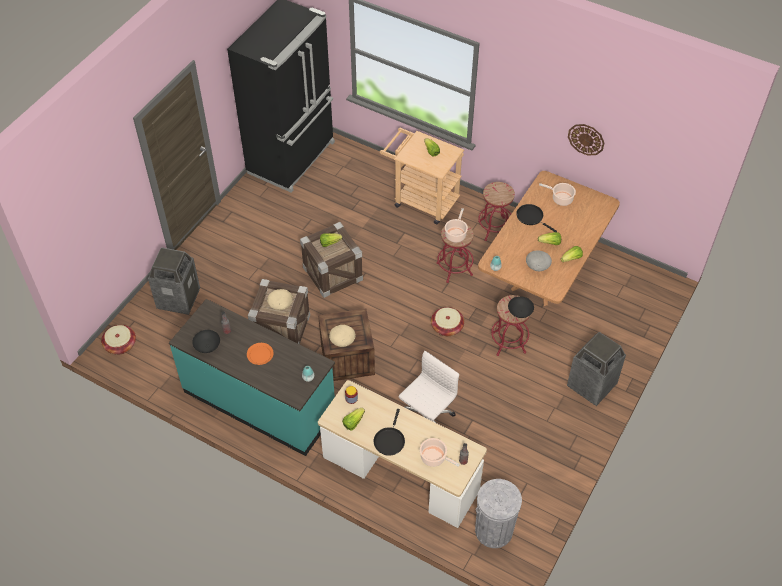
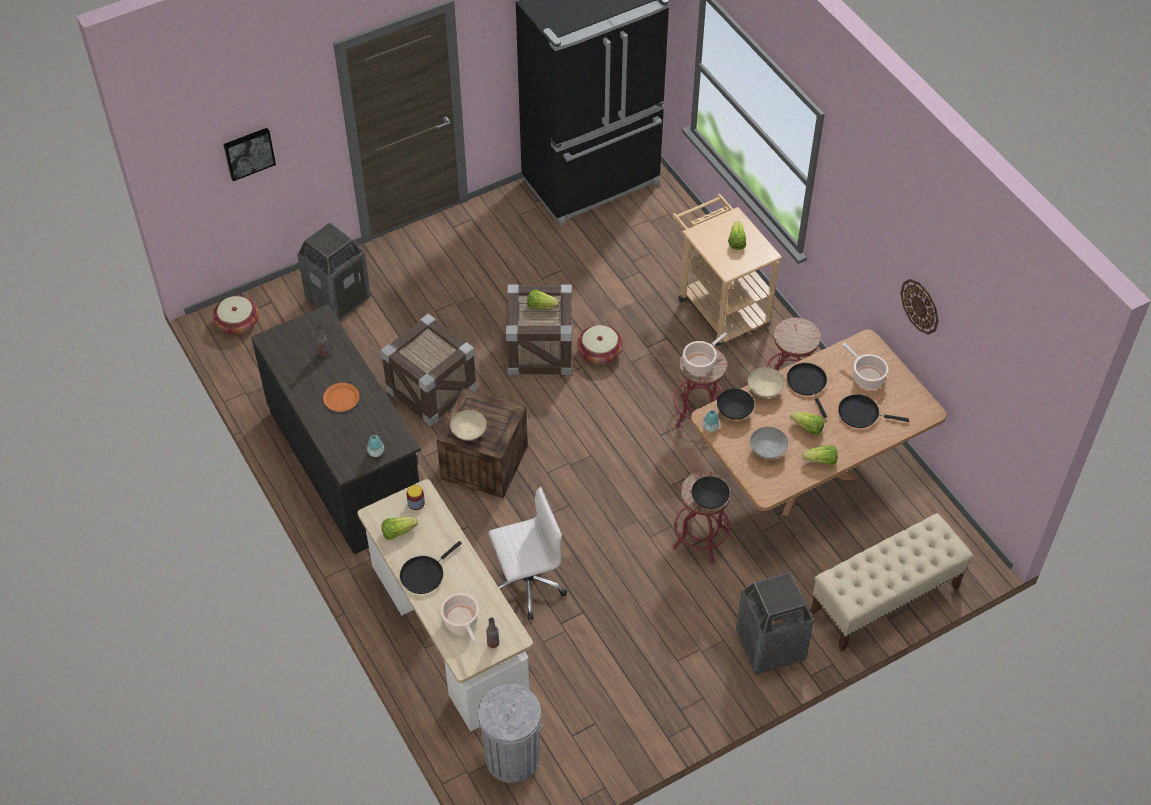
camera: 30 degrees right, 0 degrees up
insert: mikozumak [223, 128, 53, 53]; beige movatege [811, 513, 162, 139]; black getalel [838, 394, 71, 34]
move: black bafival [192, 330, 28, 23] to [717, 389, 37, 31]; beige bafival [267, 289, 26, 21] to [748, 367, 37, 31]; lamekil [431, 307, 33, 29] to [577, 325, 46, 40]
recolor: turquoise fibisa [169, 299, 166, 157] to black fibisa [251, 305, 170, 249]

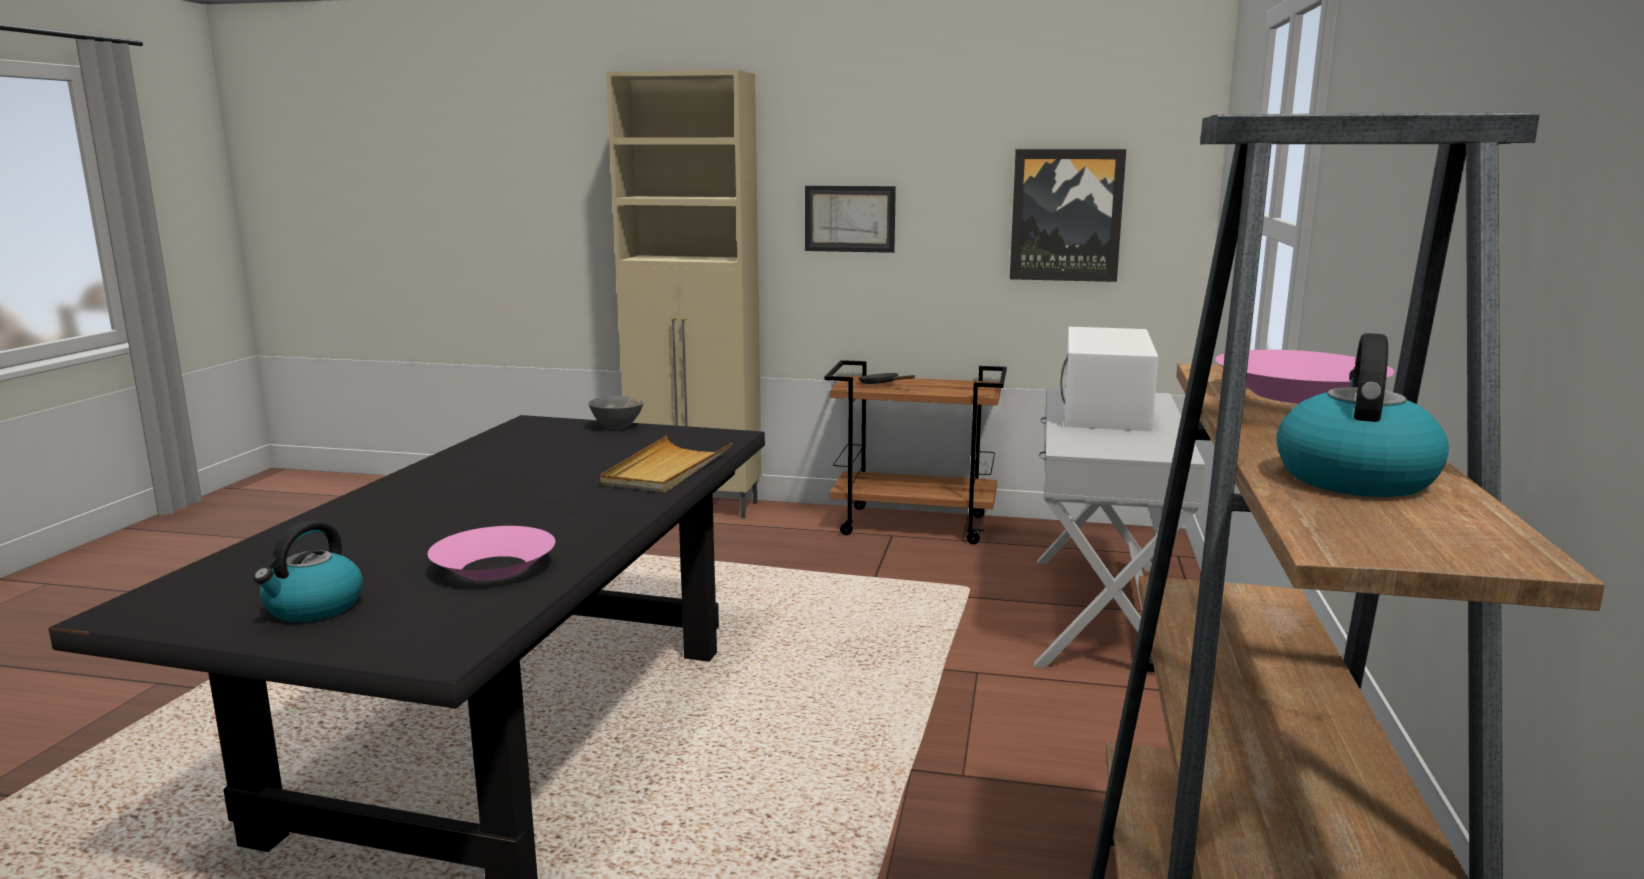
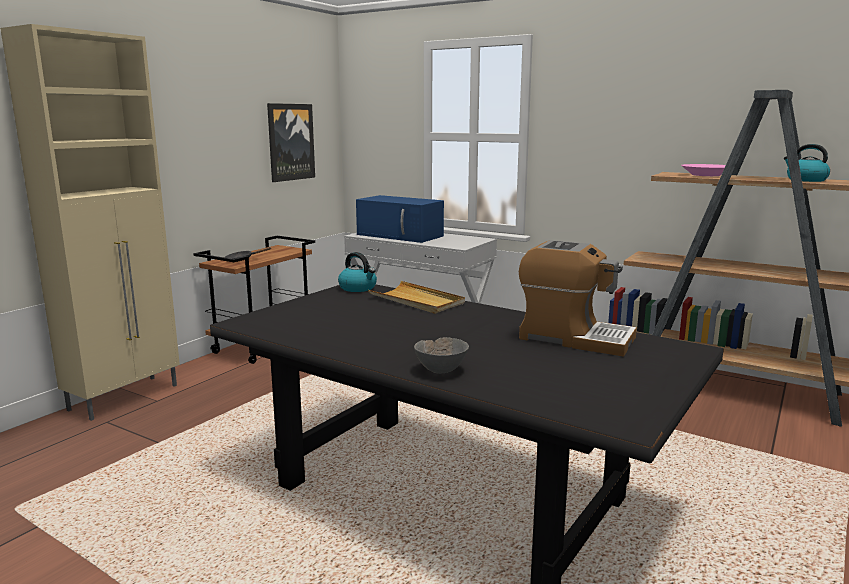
camera: 70 degrees left, 0 degrees up
delete: mikozumak [805, 186, 91, 67]
move: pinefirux [253, 520, 110, 102] to [338, 252, 39, 40]; grey bafival [588, 396, 56, 33] to [414, 337, 55, 37]
replace: pink bafival [428, 526, 127, 54] to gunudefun [519, 240, 118, 117]
recolor: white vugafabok [1060, 327, 98, 105] to blue vugafabok [356, 195, 88, 48]

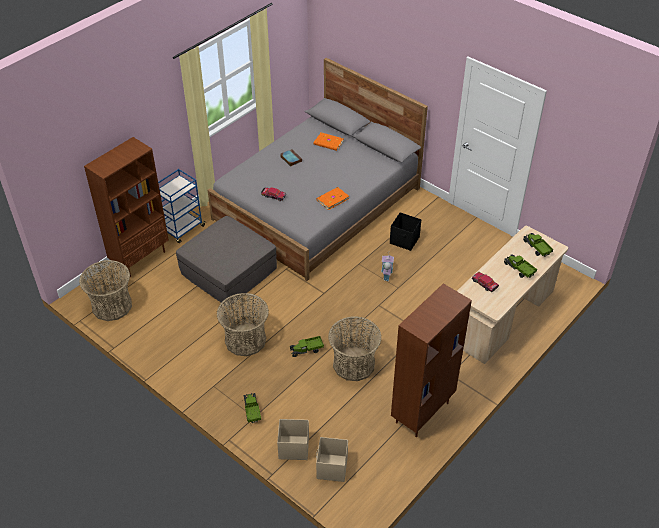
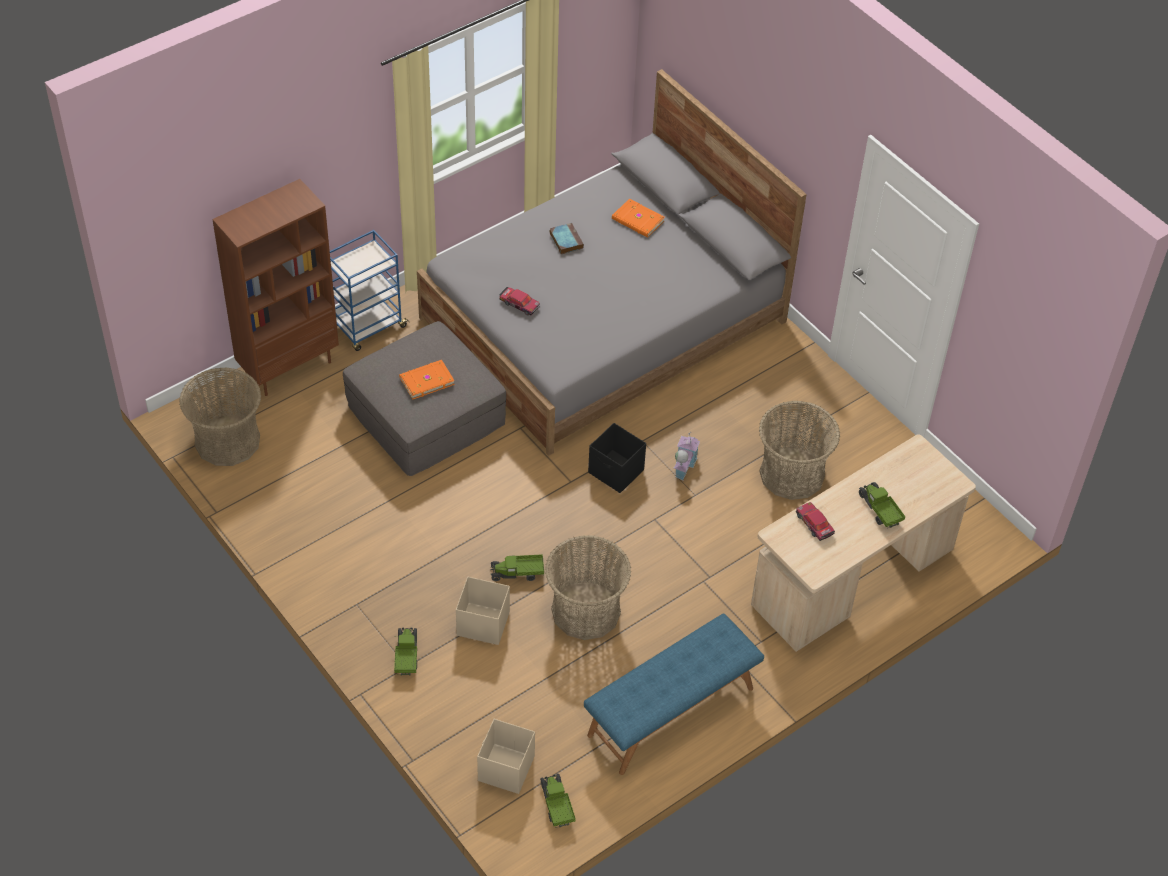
camera: 10 degrees right, 5 degrees up
move: lamekil [217, 293, 52, 63] to [759, 401, 81, 99]; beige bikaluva [277, 419, 32, 41] to [456, 577, 54, 68]; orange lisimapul [317, 187, 32, 23] to [399, 360, 56, 39]; black bikaluva [390, 212, 31, 39] to [588, 423, 58, 70]; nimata [523, 233, 30, 24] to [540, 774, 36, 54]
replace: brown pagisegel [391, 283, 81, 154] to blue movatege [584, 614, 180, 161]

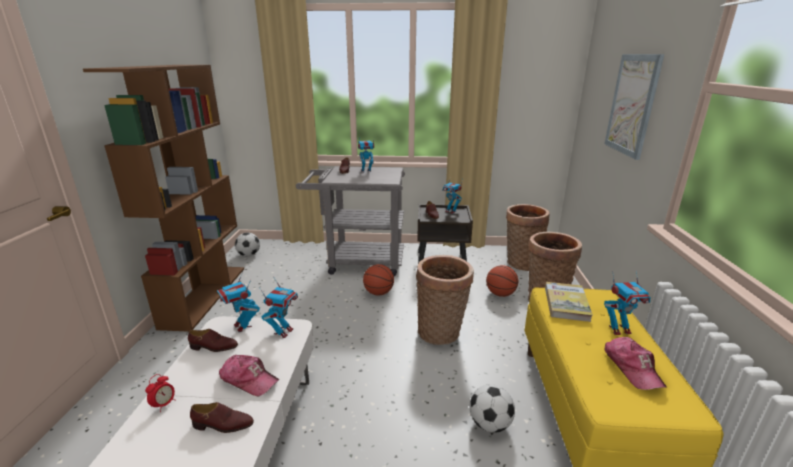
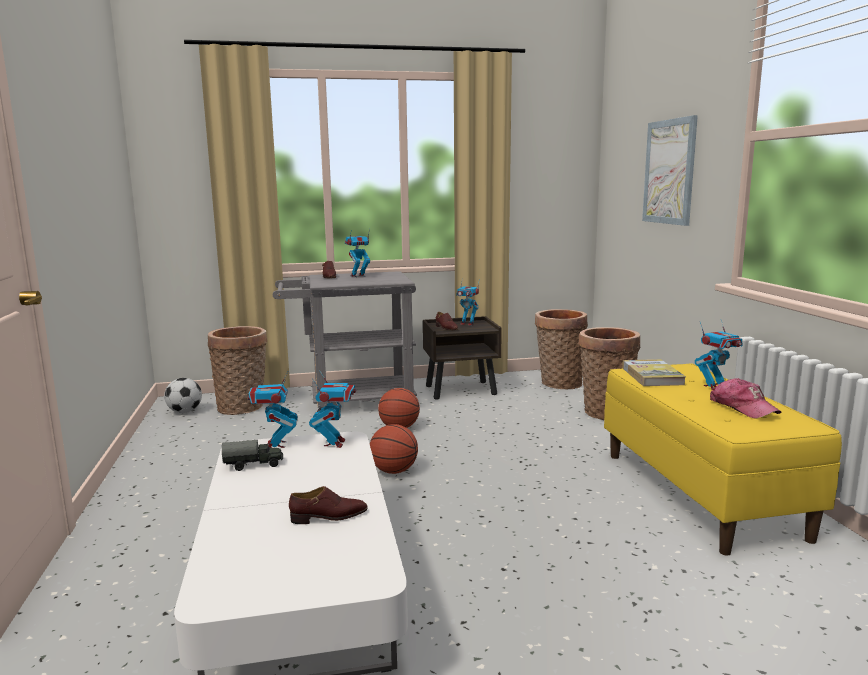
camera: 15 degrees left, 10 degrees down
delete: brown pagisegel [83, 65, 161, 267]; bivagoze [145, 374, 31, 38]; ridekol [219, 355, 60, 41]; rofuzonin [470, 384, 45, 49]
move: lamekil [416, 255, 58, 90] to [208, 326, 59, 89]; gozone [486, 265, 32, 32] to [370, 424, 48, 50]
replace: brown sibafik [188, 329, 50, 23] to nimata [222, 440, 61, 31]
rotate: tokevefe [217, 271, 43, 61] = [248, 372, 50, 76] 45 degrees clockwise

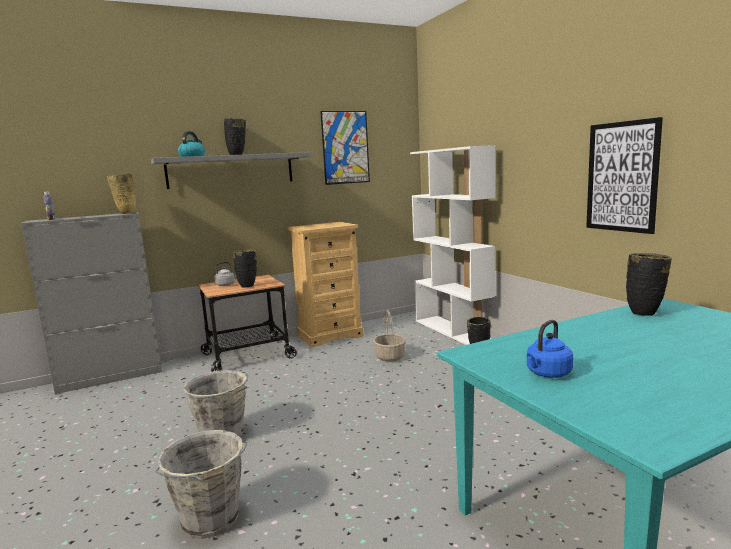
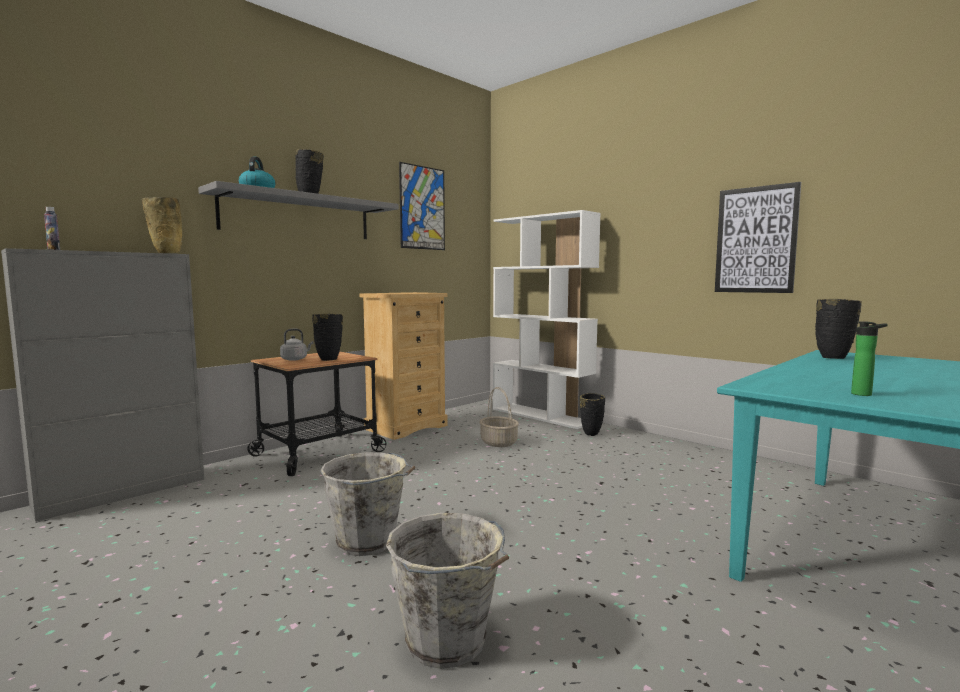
camera: 20 degrees left, 5 degrees down
replace: blue pinefirux [527, 320, 46, 58] to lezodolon [851, 321, 37, 75]

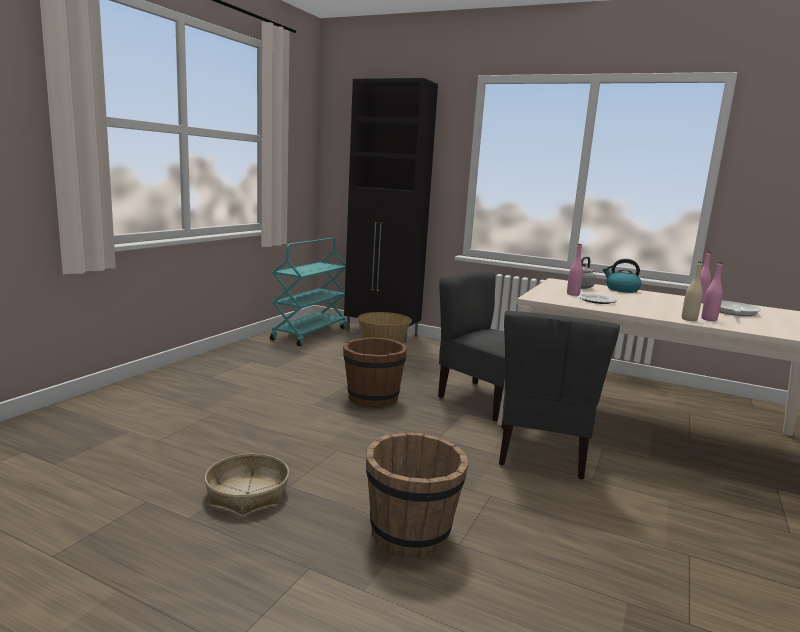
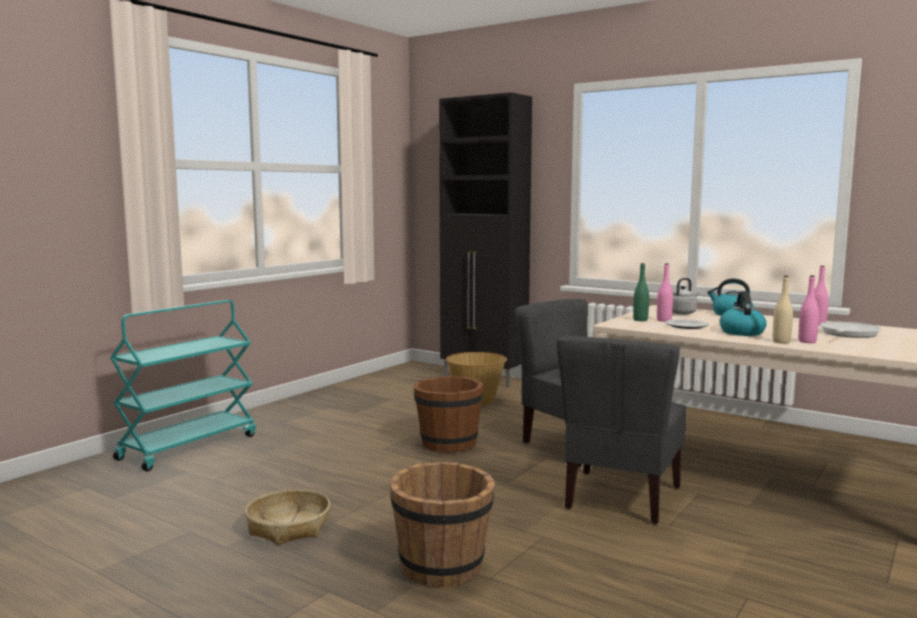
camera: 10 degrees right, 5 degrees down
insert: green lezodolon [633, 263, 16, 58]; pinefirux [720, 291, 47, 45]
move: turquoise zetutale [270, 238, 76, 108] to [110, 300, 146, 171]

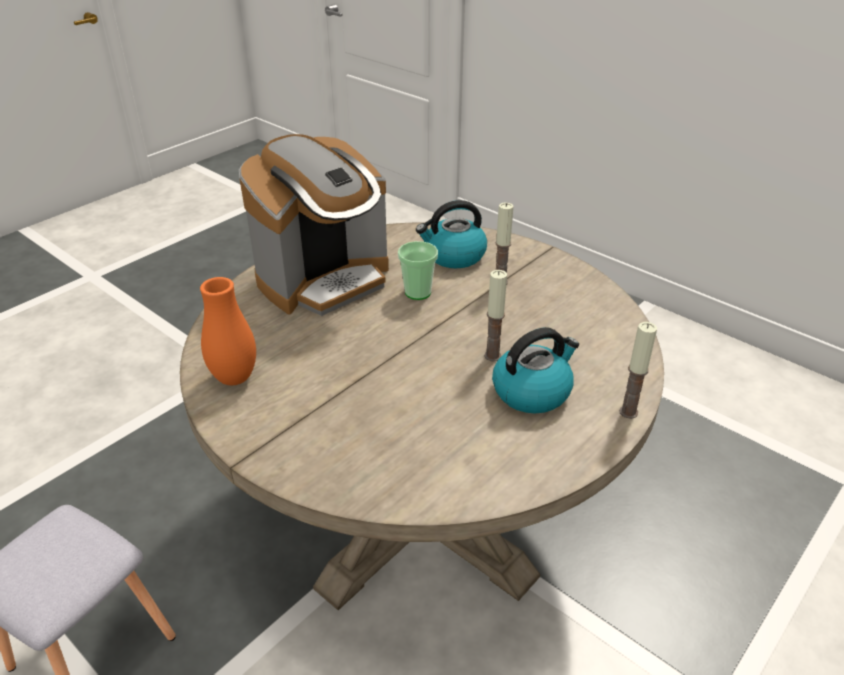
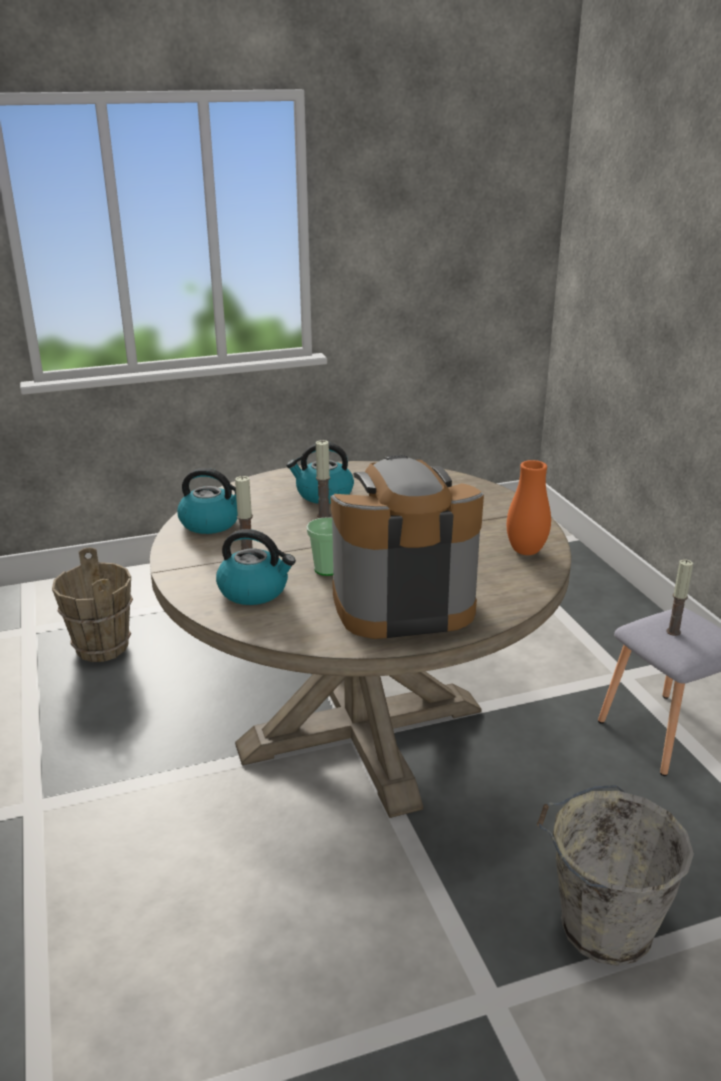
camera: 150 degrees left, 10 degrees down
insert: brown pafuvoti [52, 547, 81, 115]; pinefirux [177, 468, 61, 66]; grey pafuvoti [537, 785, 157, 181]
move: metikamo [619, 322, 38, 97] to [667, 559, 26, 77]

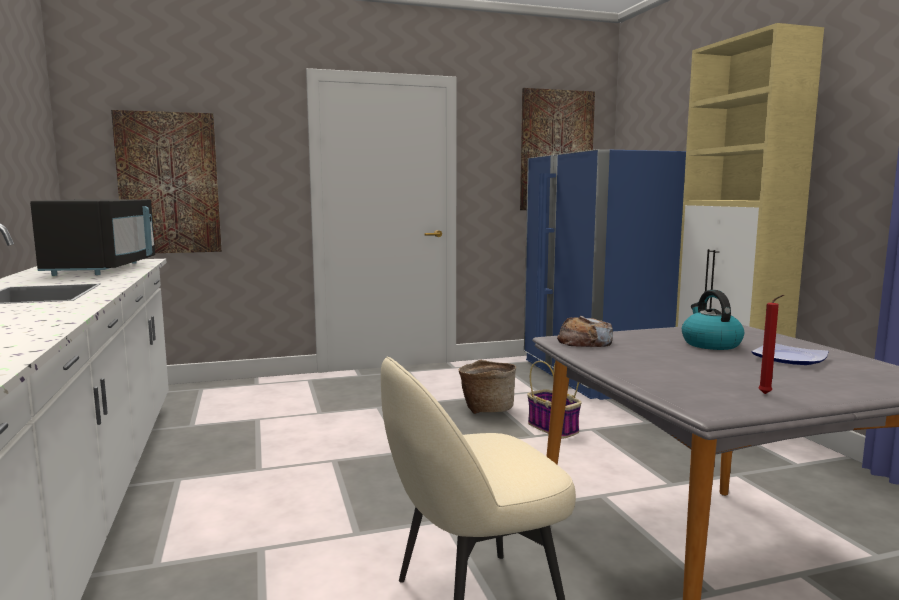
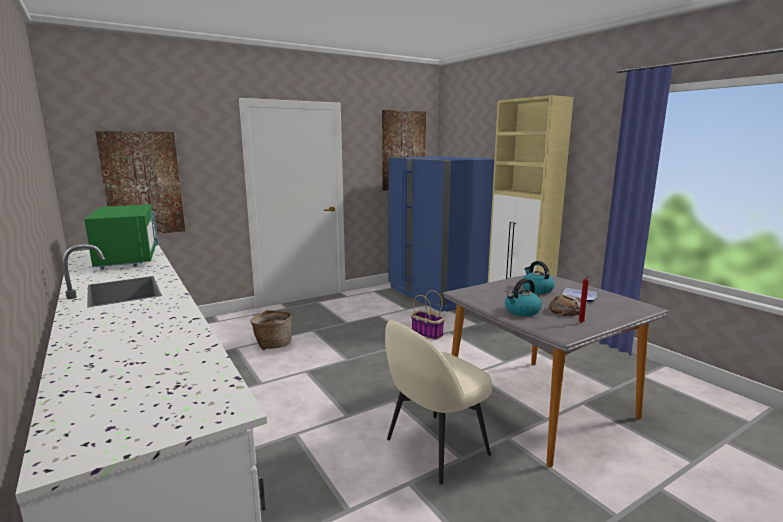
camera: 15 degrees left, 5 degrees up
insert: pinefirux [505, 278, 37, 38]
move: lamekil [459, 360, 57, 54] to [250, 310, 42, 40]; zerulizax [557, 316, 56, 31] to [549, 295, 32, 21]
recolor: black vugafabok [30, 199, 125, 77] to green vugafabok [84, 204, 74, 66]

